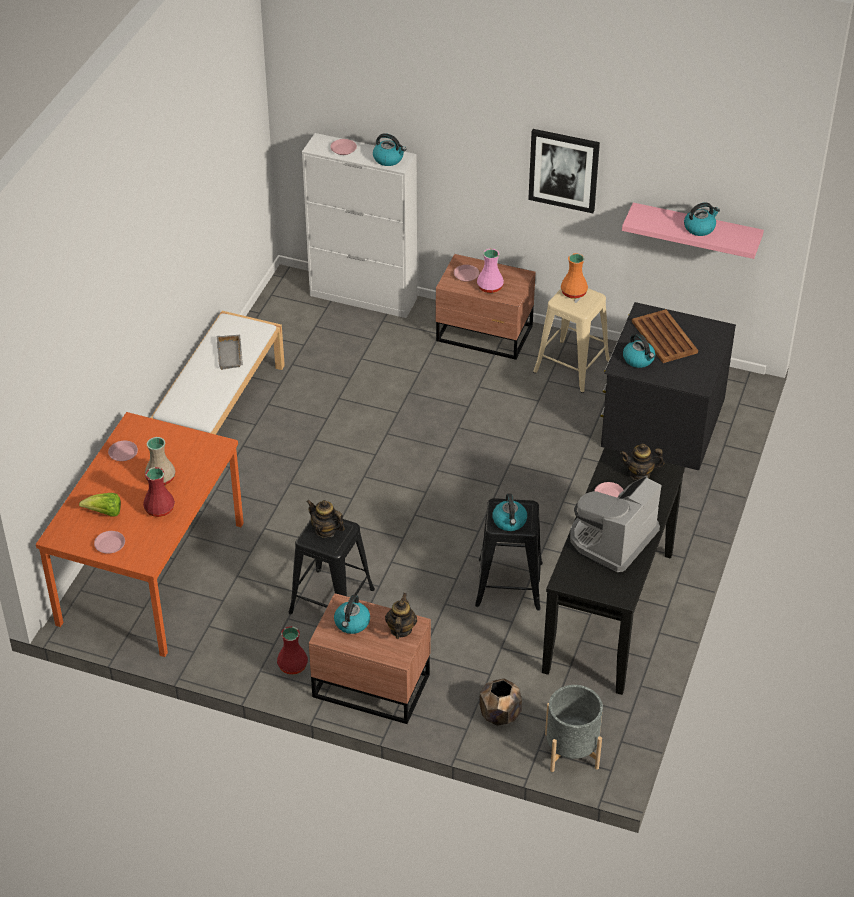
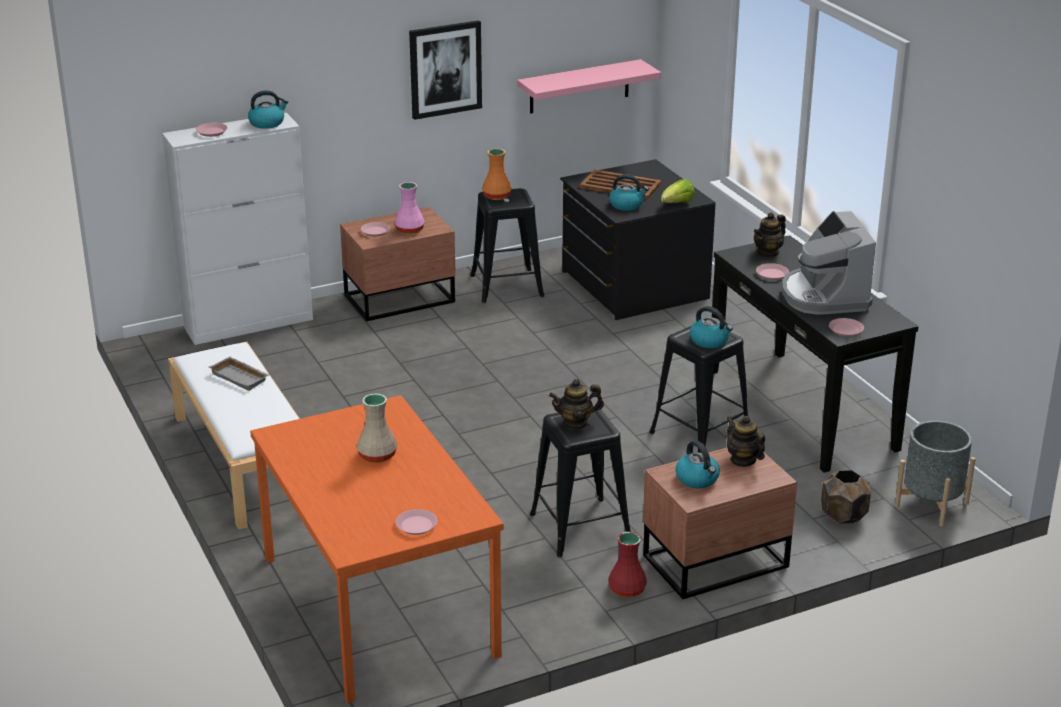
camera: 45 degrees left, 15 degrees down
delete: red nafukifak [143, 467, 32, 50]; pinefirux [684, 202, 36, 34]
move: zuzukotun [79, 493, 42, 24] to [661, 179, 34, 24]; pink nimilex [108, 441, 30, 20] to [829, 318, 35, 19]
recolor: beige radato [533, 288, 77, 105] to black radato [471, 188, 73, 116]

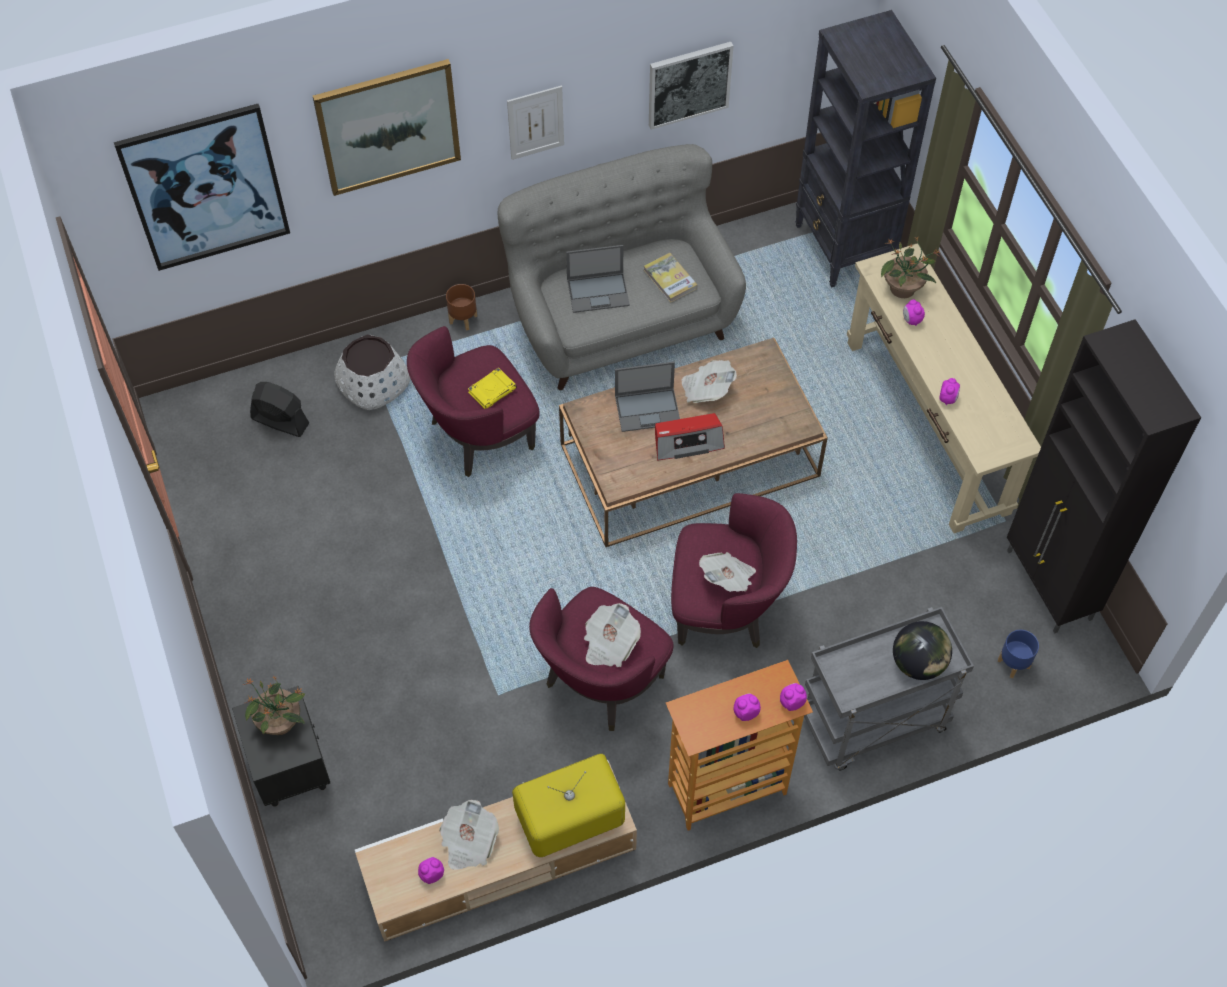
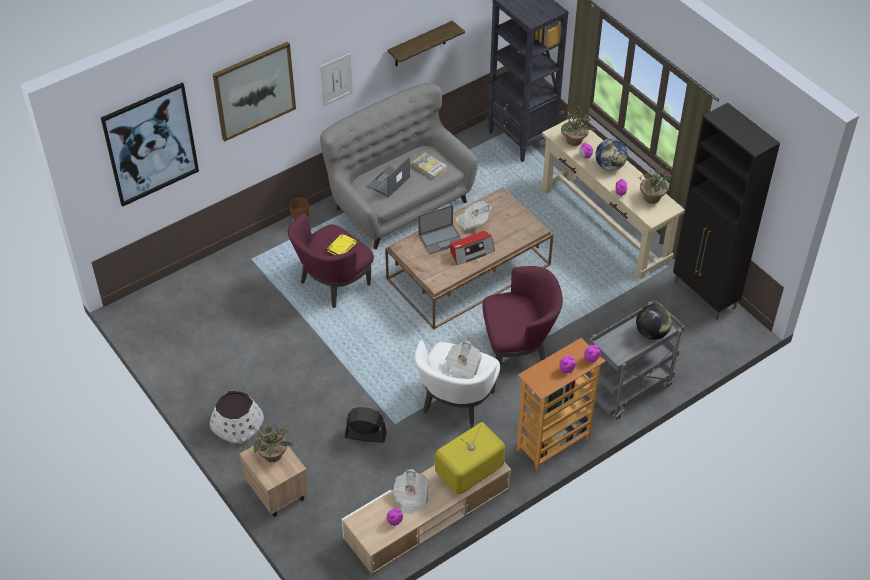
camera: 15 degrees left, 10 degrees down
delete: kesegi [699, 552, 57, 40]; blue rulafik [998, 630, 41, 48]
insert: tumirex [595, 139, 32, 32]; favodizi [639, 161, 33, 43]
move: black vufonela [250, 382, 60, 55] to [345, 407, 42, 36]; white rulafik [334, 334, 76, 76] to [210, 391, 54, 53]
replace: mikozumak [649, 42, 84, 88] to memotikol [387, 20, 78, 46]
recolor: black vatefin [232, 686, 98, 121] to beige vatefin [240, 446, 69, 71]; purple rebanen [529, 587, 145, 144] to white rebanen [415, 340, 85, 88]
rotate: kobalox [566, 245, 64, 68] = [367, 157, 43, 41] 150 degrees clockwise

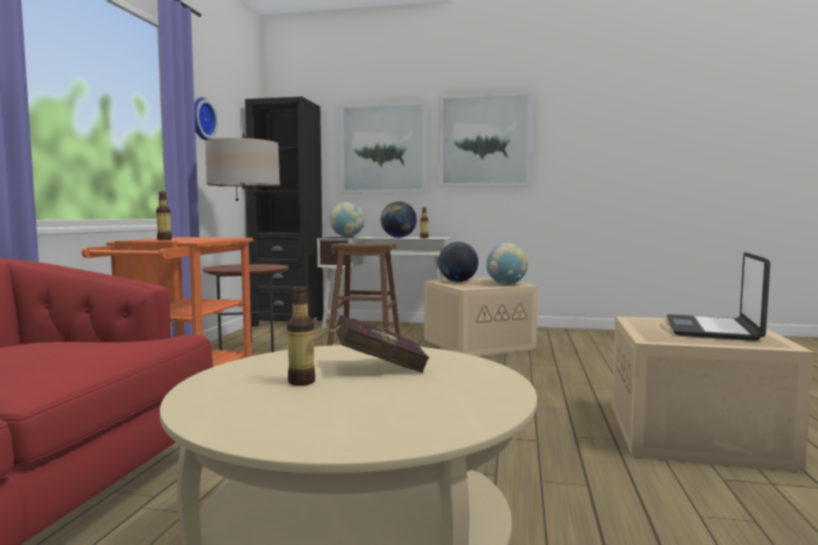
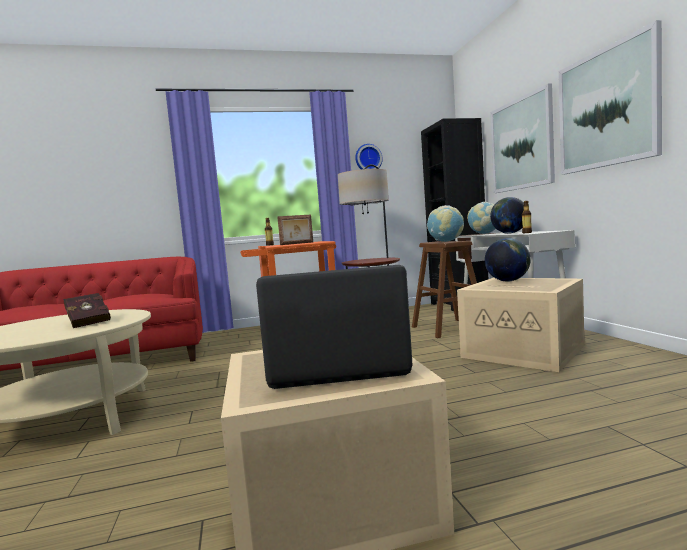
camera: 65 degrees right, 0 degrees up
delete: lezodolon [287, 286, 28, 100]
insert: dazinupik [277, 215, 36, 30]
move: tumirex [486, 243, 42, 42] to [427, 205, 37, 37]

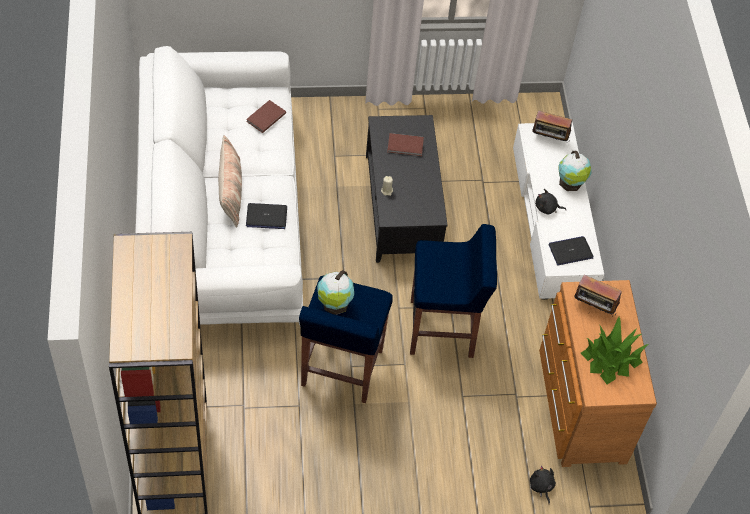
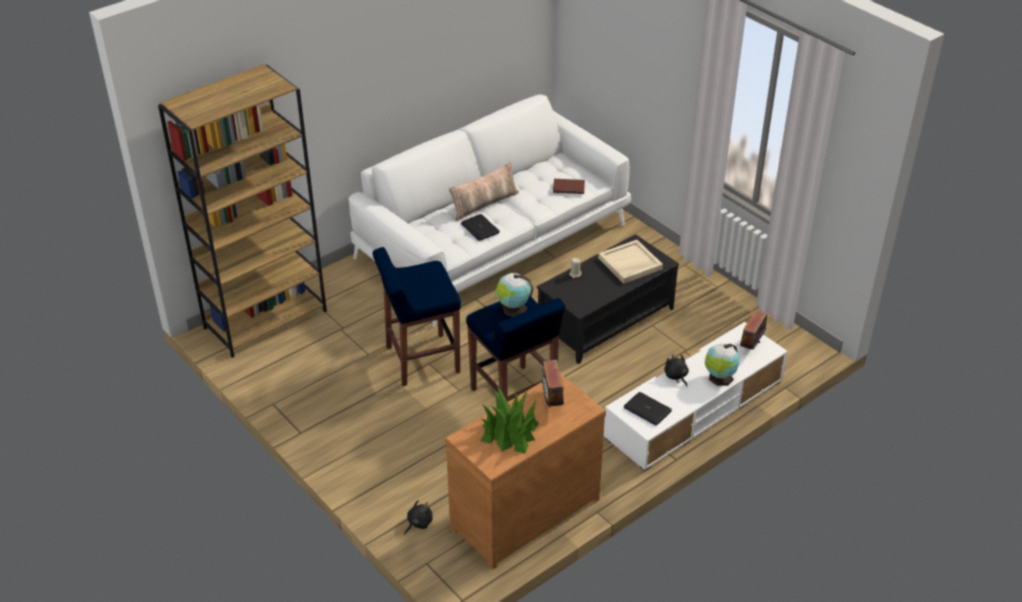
camera: 60 degrees right, 15 degrees down
move: tumirex [317, 270, 37, 45] to [496, 273, 37, 44]
replace: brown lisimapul [387, 133, 37, 23] to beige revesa [598, 240, 65, 44]
rotate: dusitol [532, 111, 40, 32] = [740, 307, 27, 42] 45 degrees clockwise

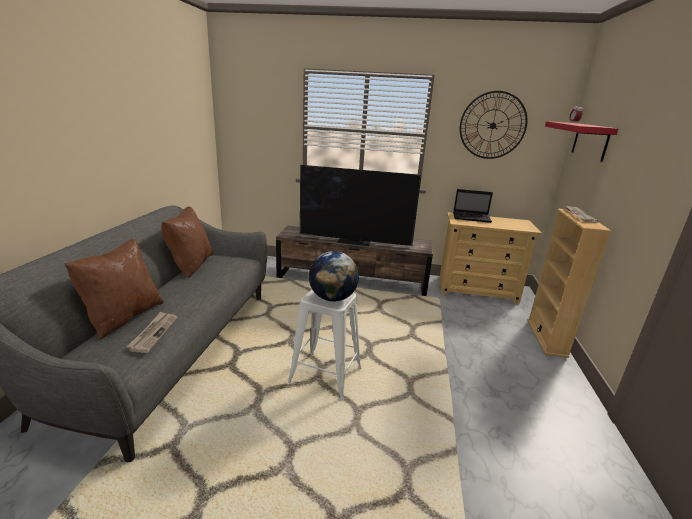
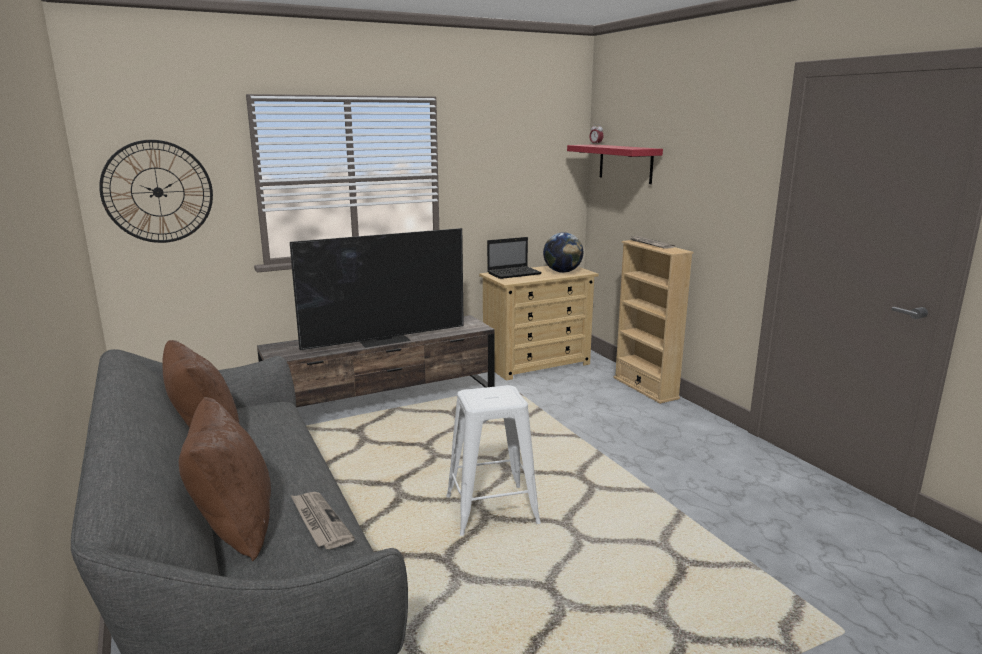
camera: 35 degrees left, 5 degrees down
move: tumirex [309, 251, 50, 51] to [543, 232, 40, 41]; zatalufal [460, 91, 68, 68] to [99, 140, 114, 103]

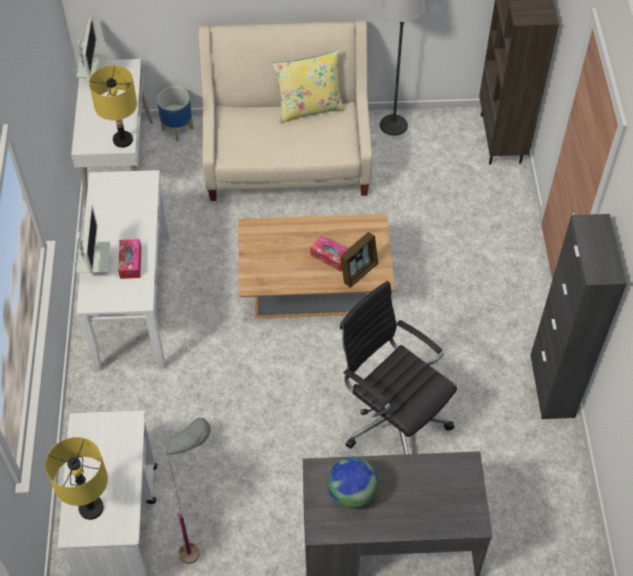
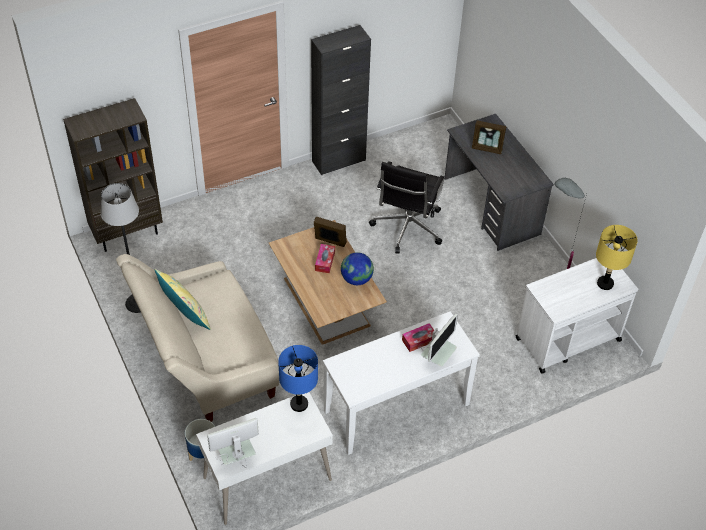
camera: 115 degrees left, 5 degrees down
insert: dazinupik [472, 120, 34, 34]
move: tumirex [328, 457, 50, 52] to [341, 252, 33, 33]
recolor: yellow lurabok [89, 65, 48, 83] to blue lurabok [278, 345, 40, 67]
rotate: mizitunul [71, 205, 39, 68] = [421, 313, 37, 54] 150 degrees clockwise

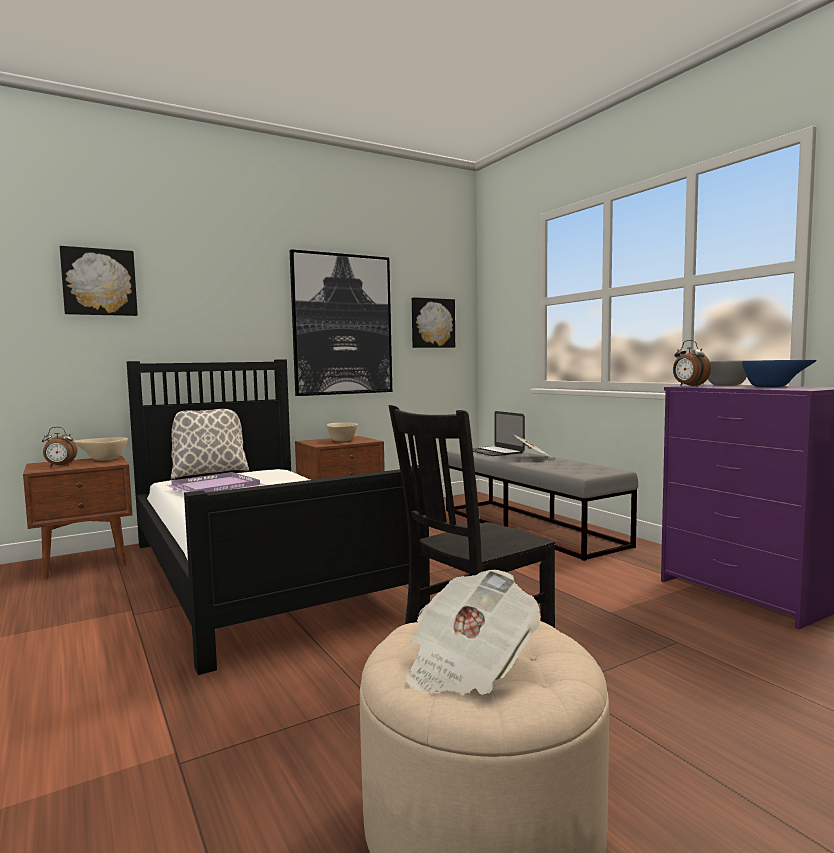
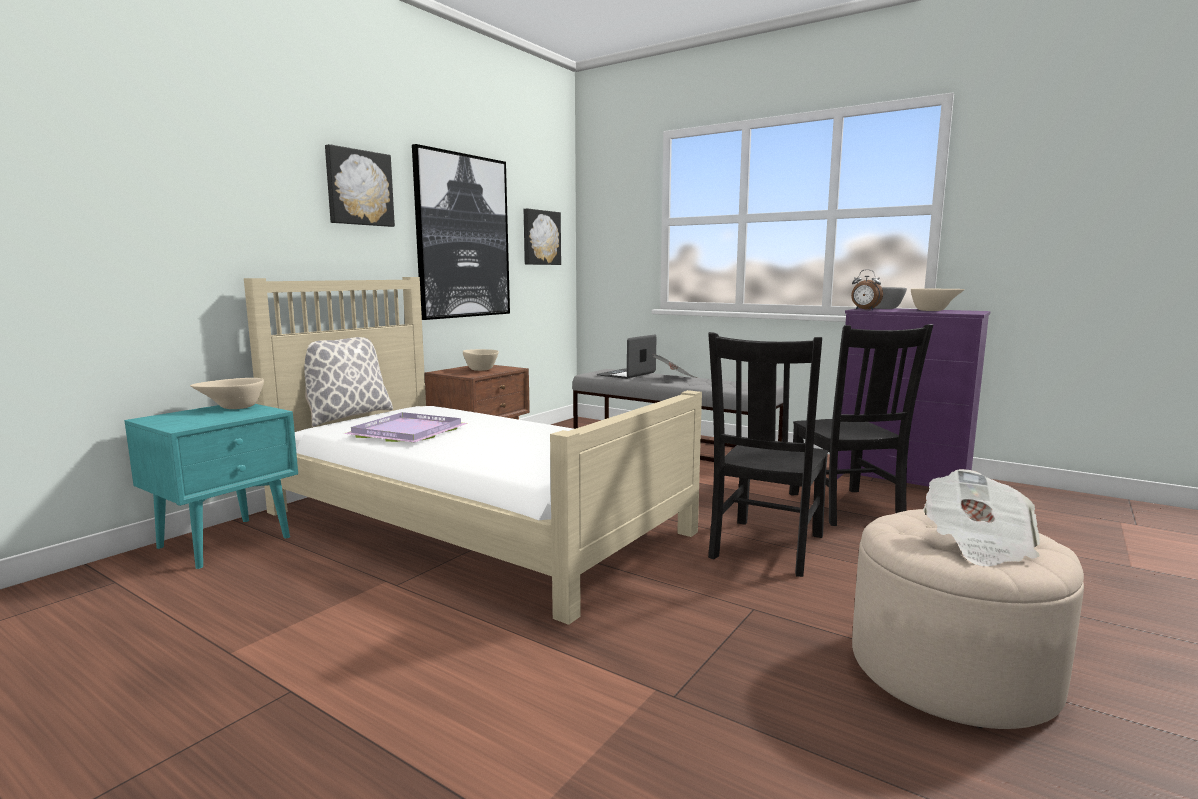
camera: 25 degrees left, 5 degrees up
delete: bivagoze [42, 427, 35, 40]
insert: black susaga [789, 324, 144, 202]
move: mikozumak [60, 246, 78, 70] to [325, 144, 70, 83]
recolor: brown vatefin [23, 456, 109, 123] to turquoise vatefin [124, 404, 174, 165]; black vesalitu [127, 359, 303, 316] to beige vesalitu [244, 277, 458, 348]; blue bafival [742, 360, 75, 27] to beige bafival [911, 288, 54, 23]
rotate: kobalox [473, 411, 52, 45] = [597, 335, 59, 44] 90 degrees clockwise

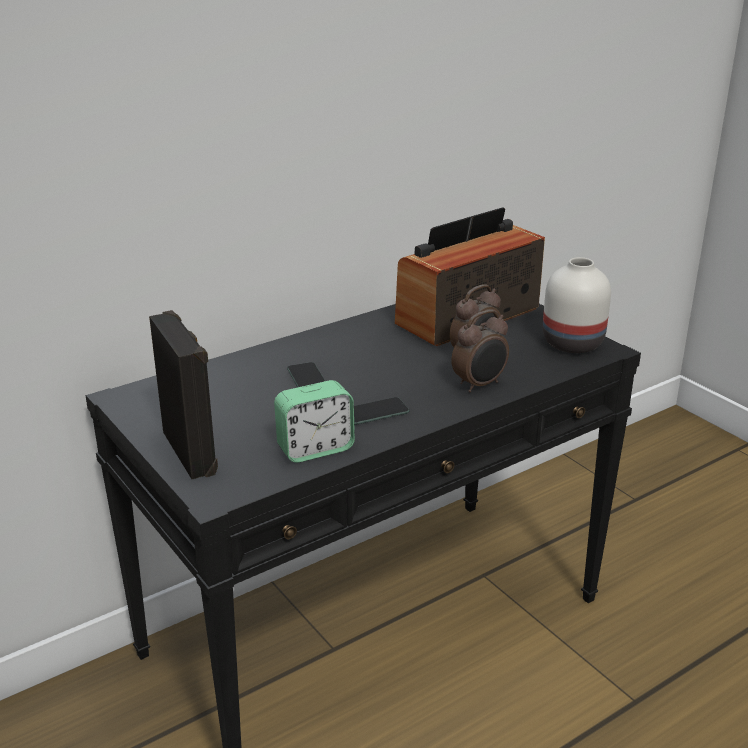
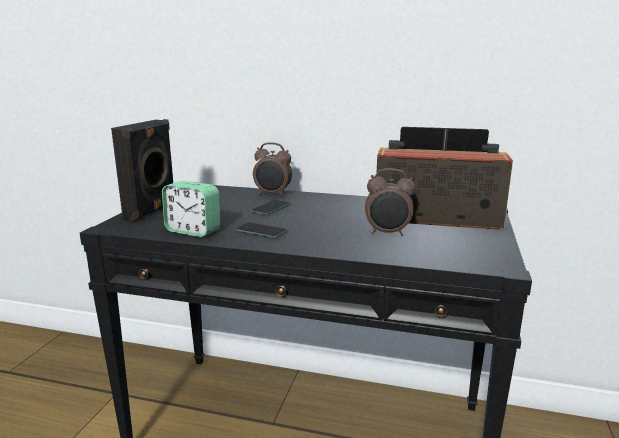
camera: 50 degrees right, 10 degrees down
delete: white nafukifak [543, 257, 68, 96]
move: bivagoze [451, 310, 58, 82] to [253, 142, 39, 55]

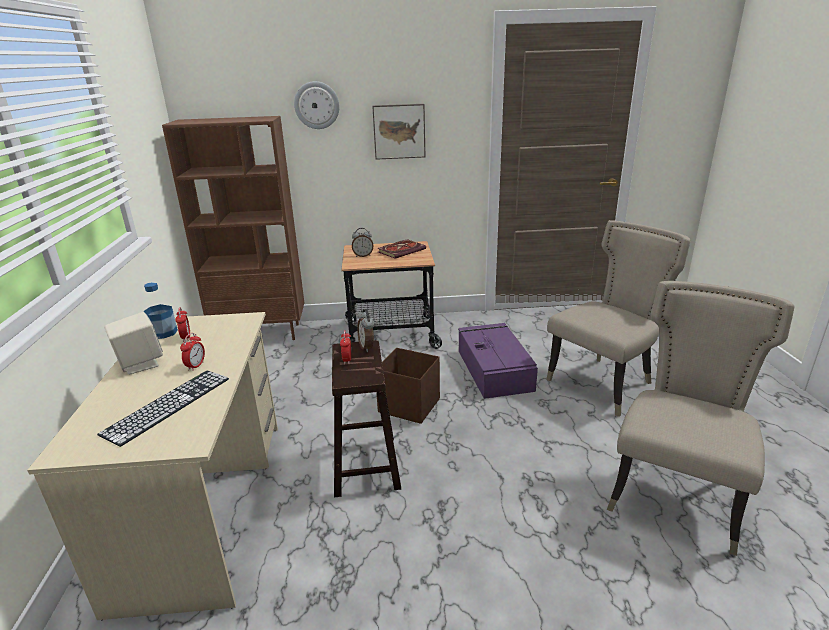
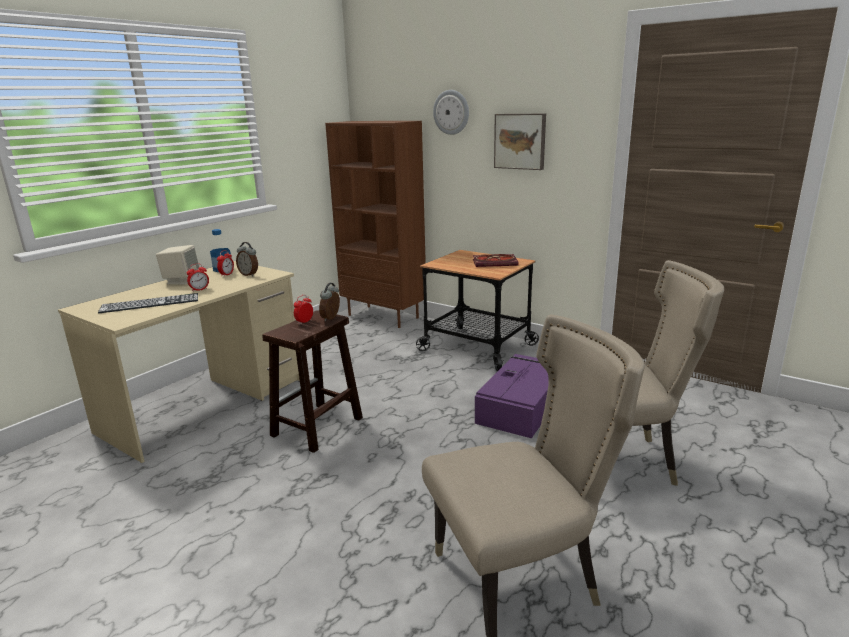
camera: 40 degrees right, 5 degrees down
delete: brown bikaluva [376, 348, 64, 76]
move: bivagoze [352, 228, 21, 29] to [236, 242, 22, 34]

